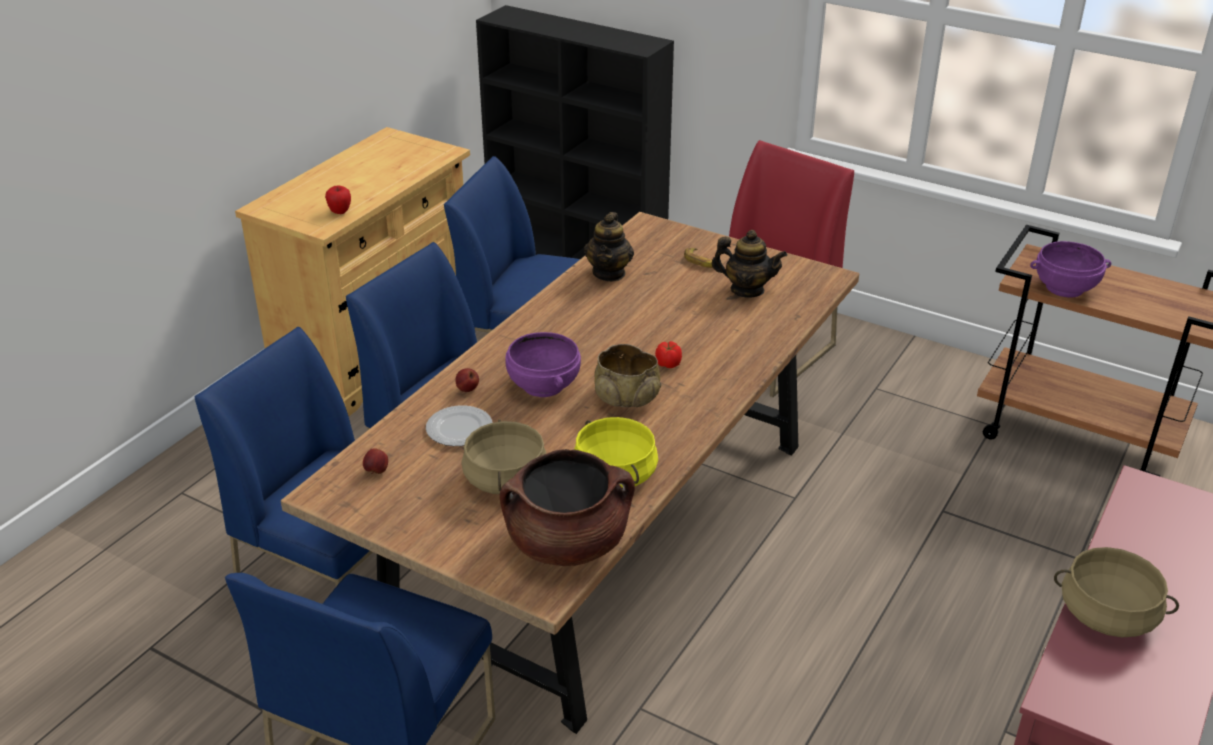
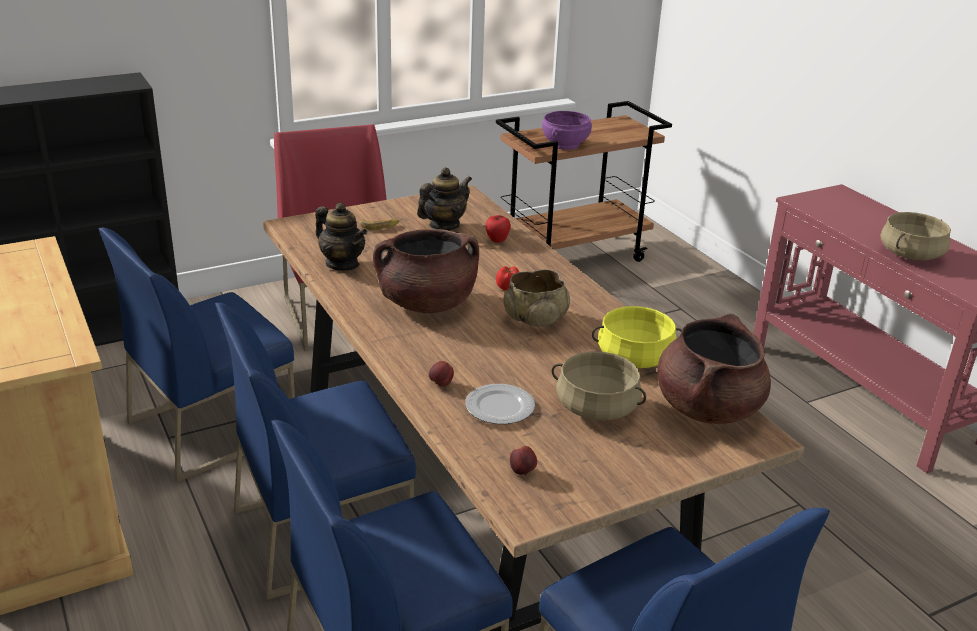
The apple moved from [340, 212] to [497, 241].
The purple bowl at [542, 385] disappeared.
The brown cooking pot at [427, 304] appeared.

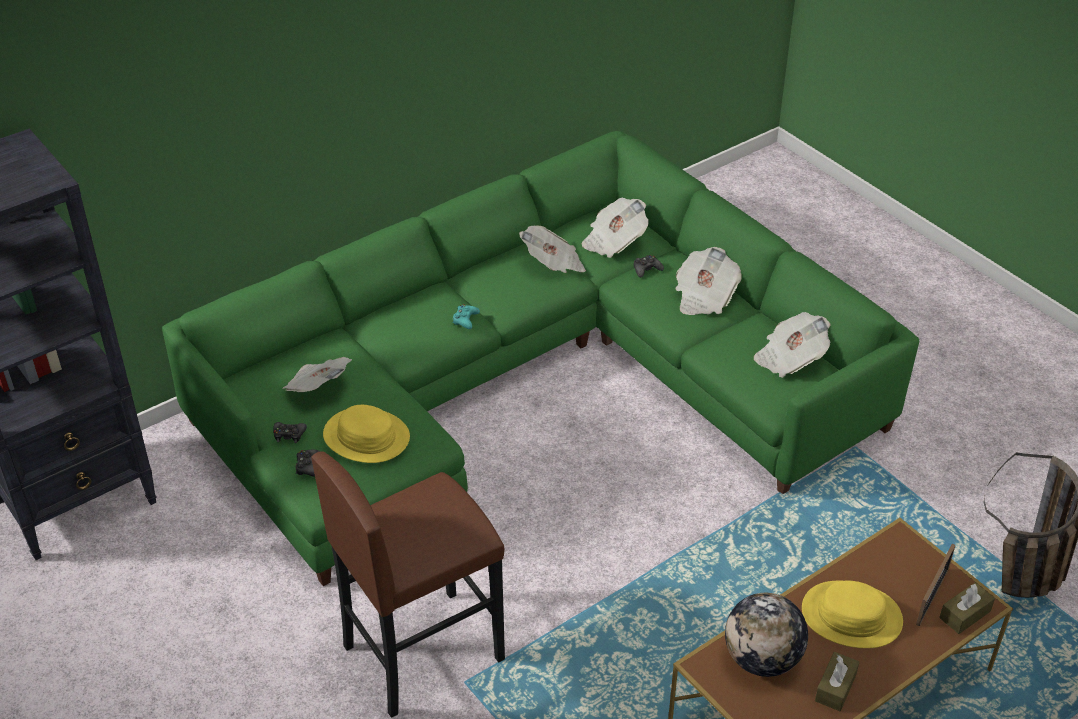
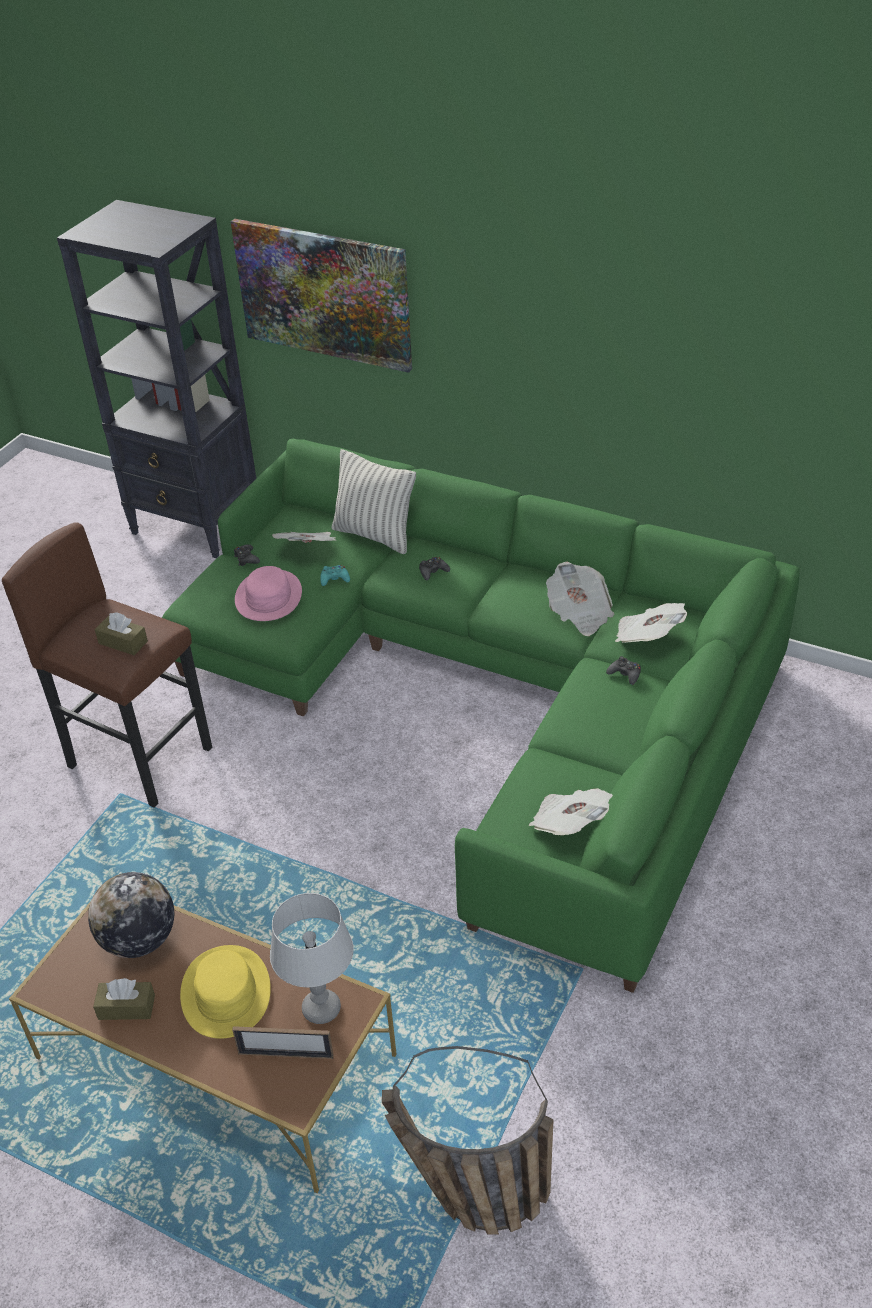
The newspaper at [704, 297] disappeared.
The turquoise game controller moved from [465, 320] to [334, 579].
The yellow hat at [366, 437] became the pink hat at [268, 597].
The black game controller moved from [308, 466] to [433, 571].
The brown tissue box moved from [965, 614] to [123, 642].
The picture at [324, 294] appeared.
The pillow at [375, 535] appeared.
The grey table lamp at [322, 1008] appeared.

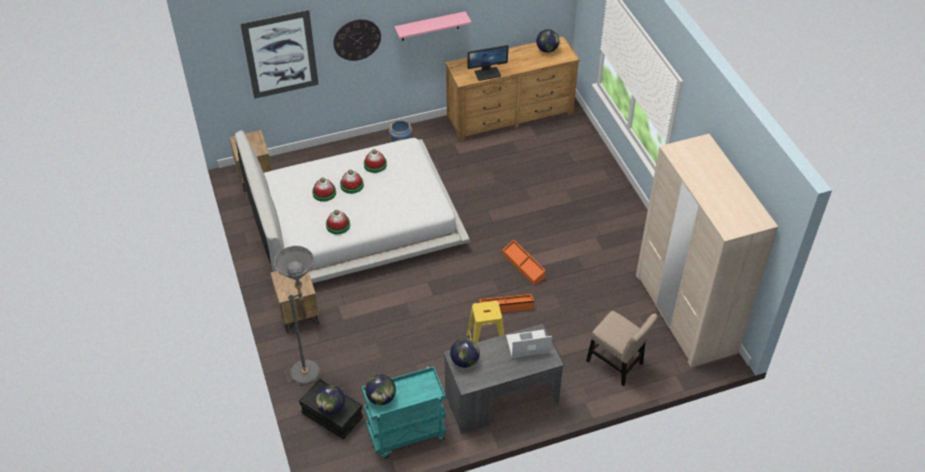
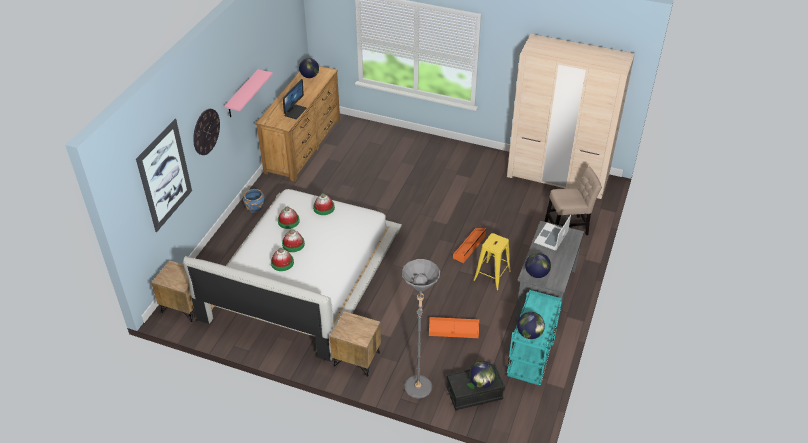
The hat moved from [338, 225] to [324, 208].
The orange storage box moved from [523, 266] to [453, 331].

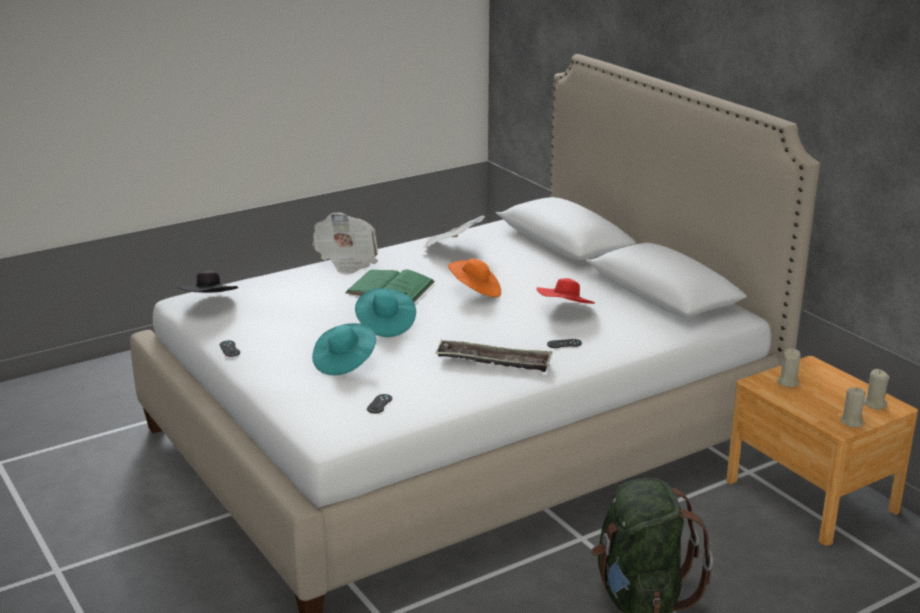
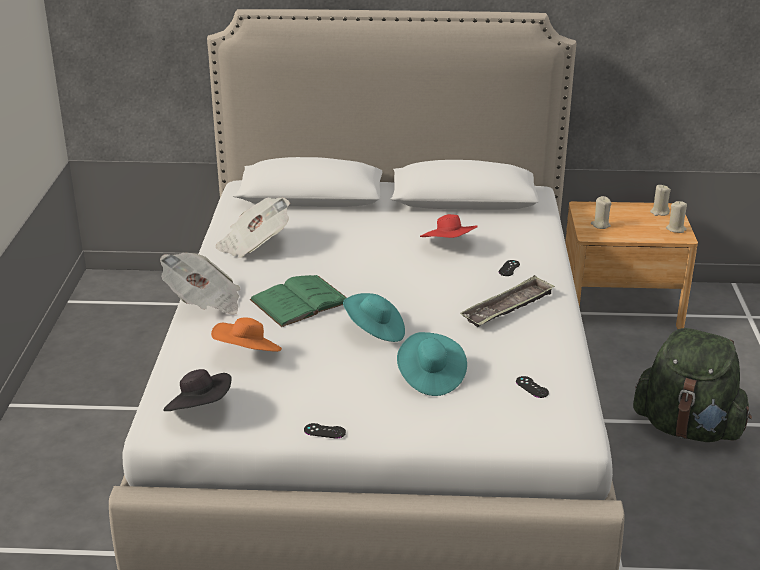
The orange hat moved from [475, 291] to [248, 354].

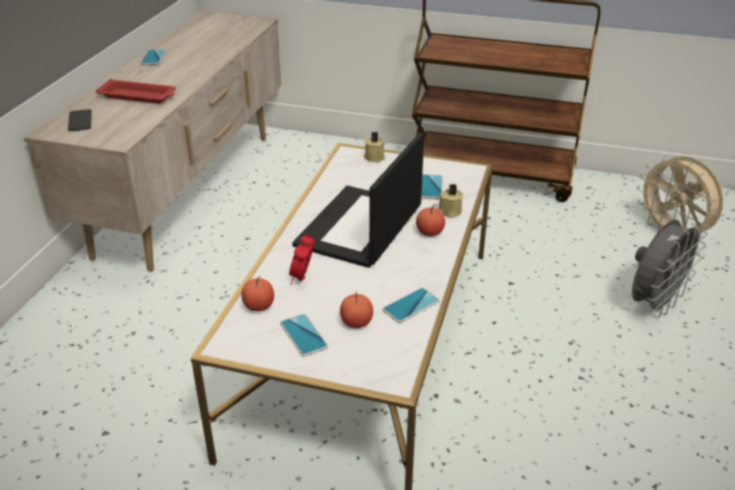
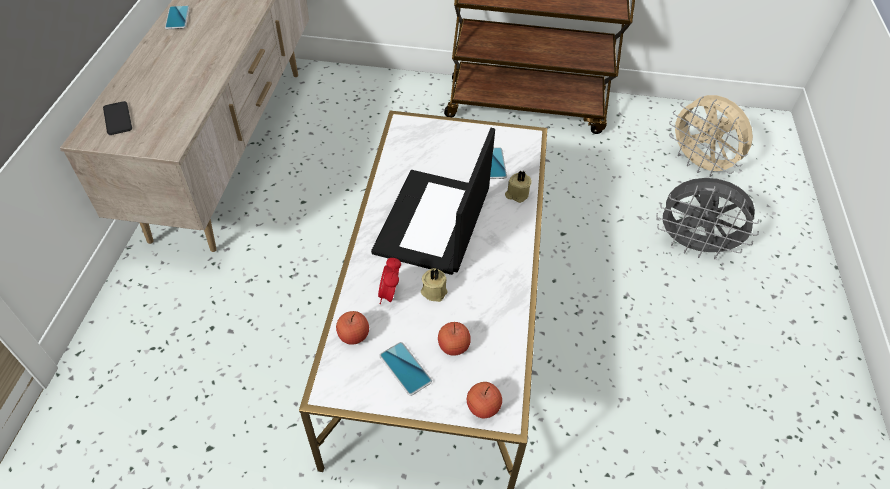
The red tray at [138, 96] disappeared.
The beige candle moved from [374, 157] to [434, 290].
The apple moved from [429, 232] to [483, 407].
The grey fan at [654, 304] turned 75 degrees clockwise.
The phone at [411, 306] disappeared.

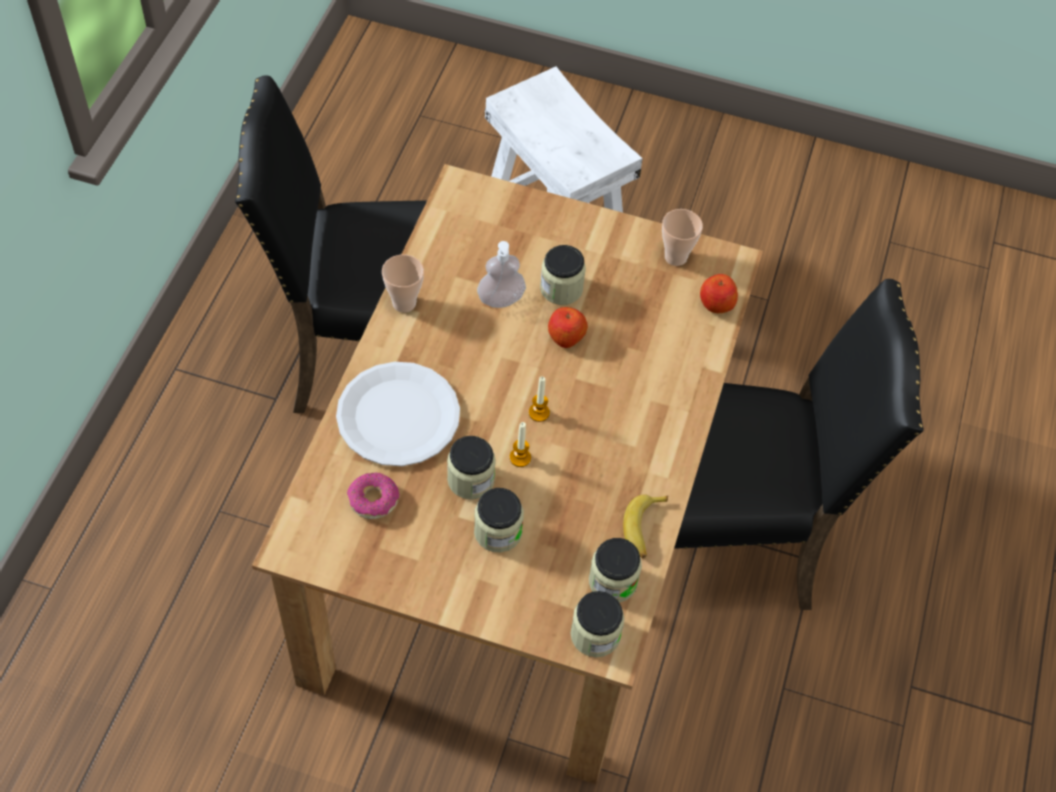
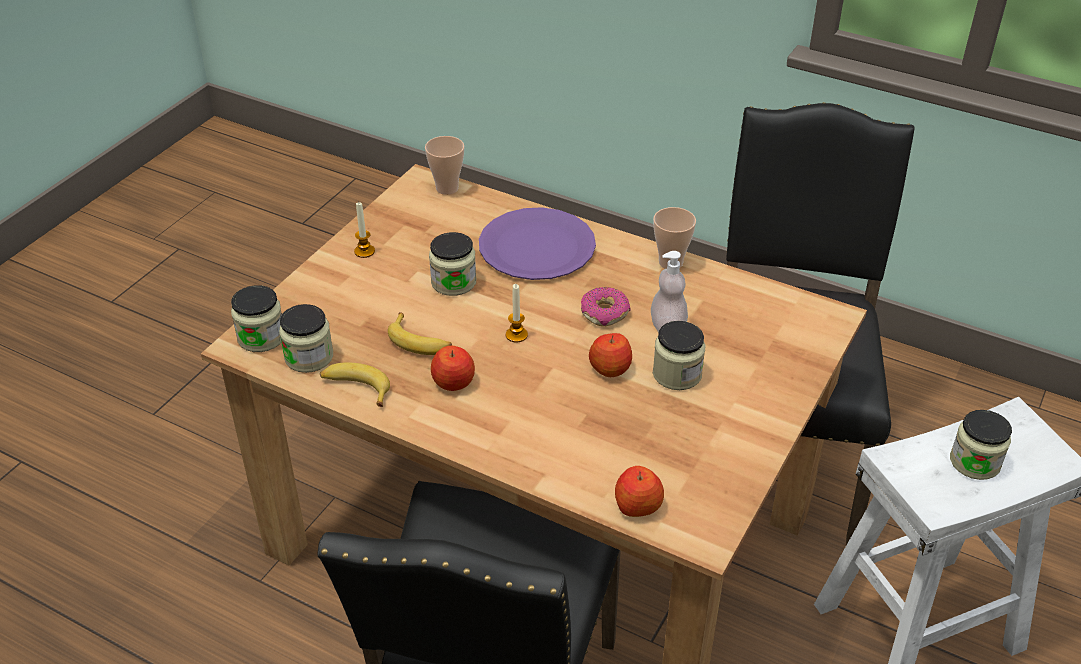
The cup moved from [675, 257] to [447, 188].
The white plate at [398, 415] became the purple plate at [537, 247].
The candle moved from [520, 457] to [364, 251].
The donut moved from [373, 500] to [605, 313].
The jar moved from [498, 532] to [975, 462].
The banana at [420, 341] appeared.
The apple at [454, 382] appeared.

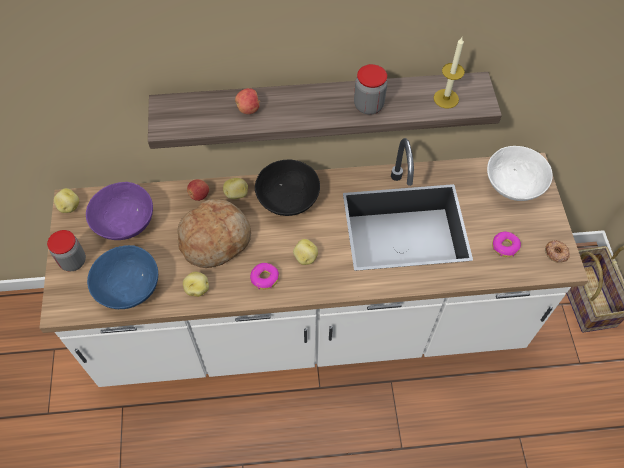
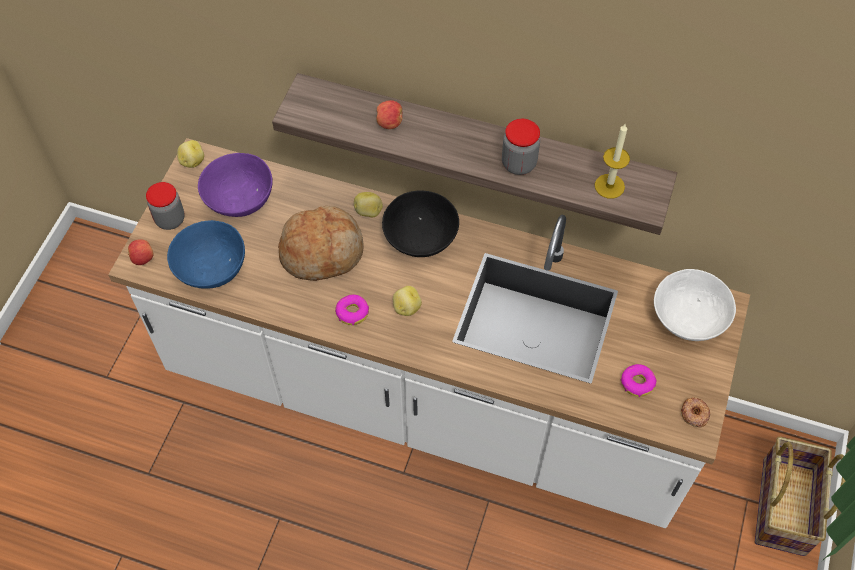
The apple moved from [199, 195] to [142, 258].
The potato at [197, 288] disappeared.

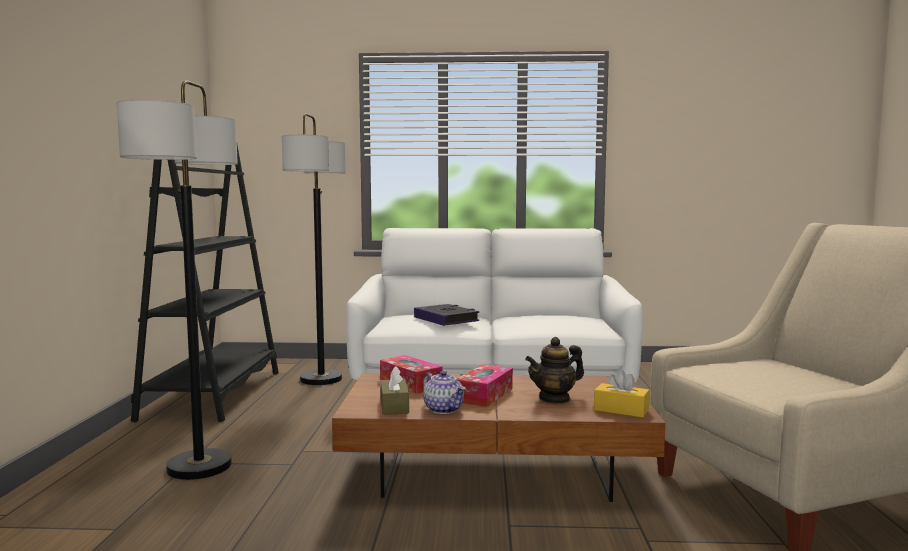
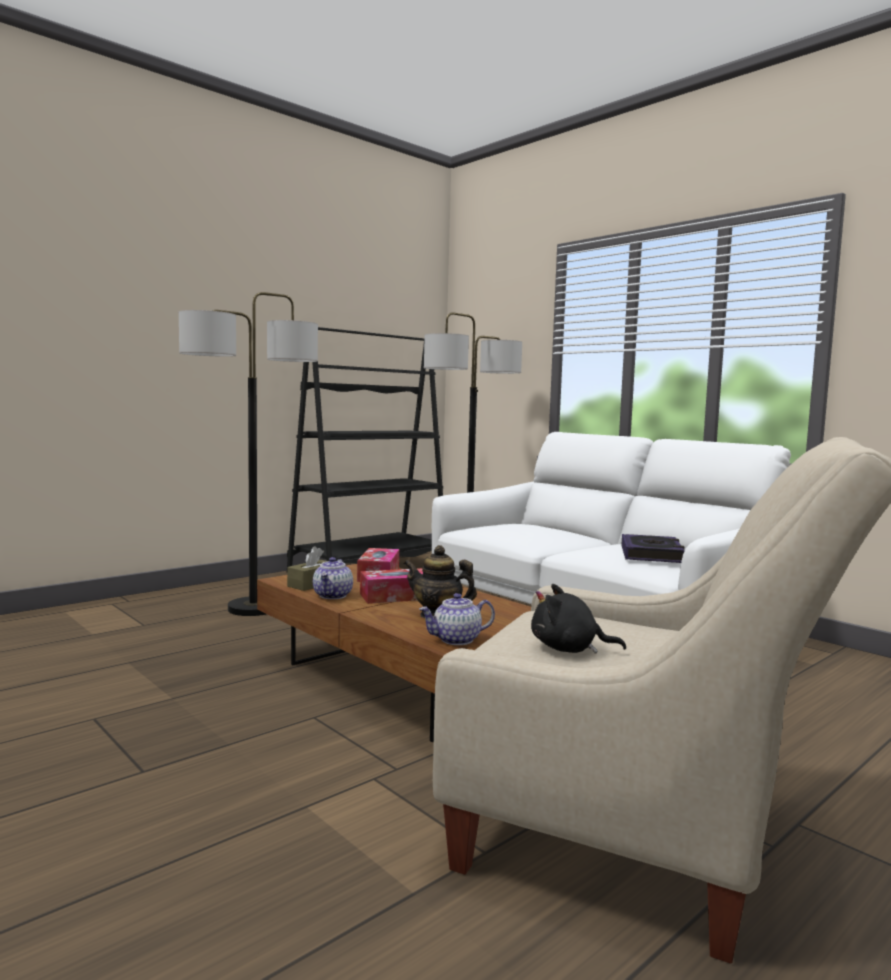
The book moved from [446, 319] to [651, 555].
The yellow tissue box at [621, 410] was replaced by the teapot at [456, 640].
The black plush toy at [569, 649] appeared.

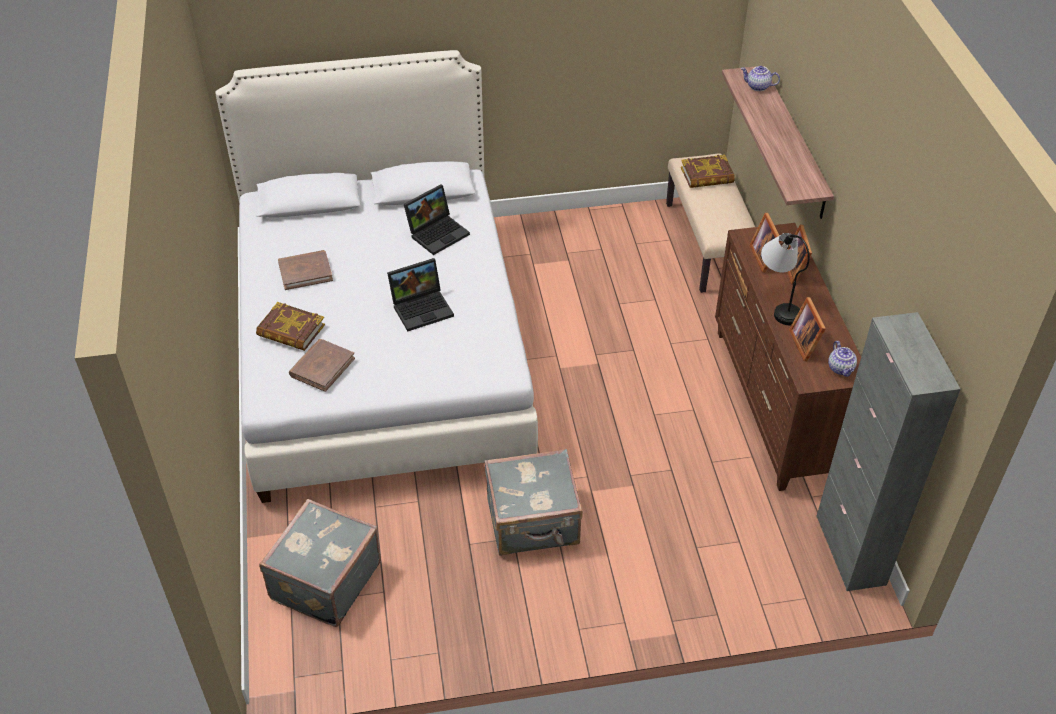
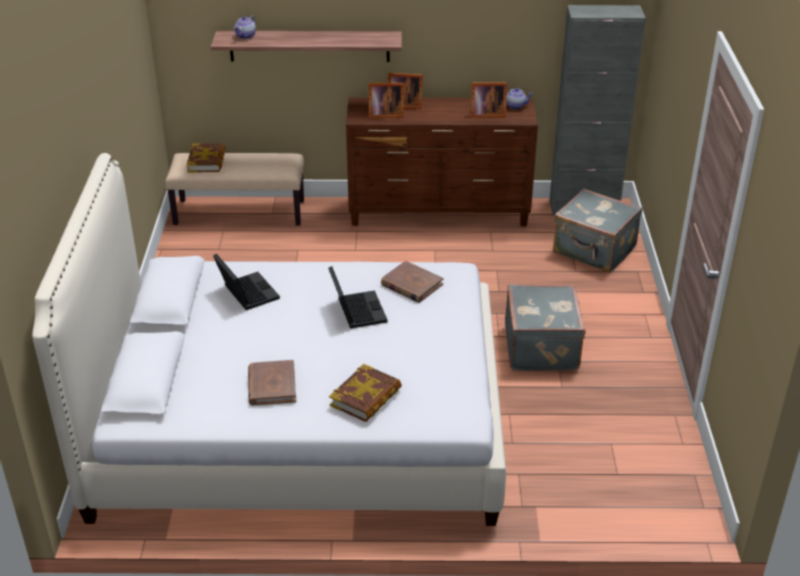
The table lamp at [778, 303] disappeared.
The brown book moved from [322, 367] to [411, 285].
The grey suitcase moved from [323, 581] to [594, 251].

